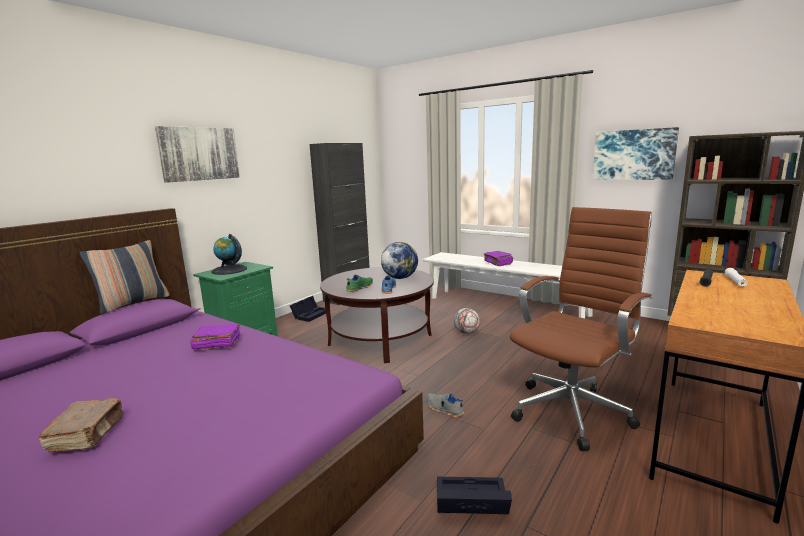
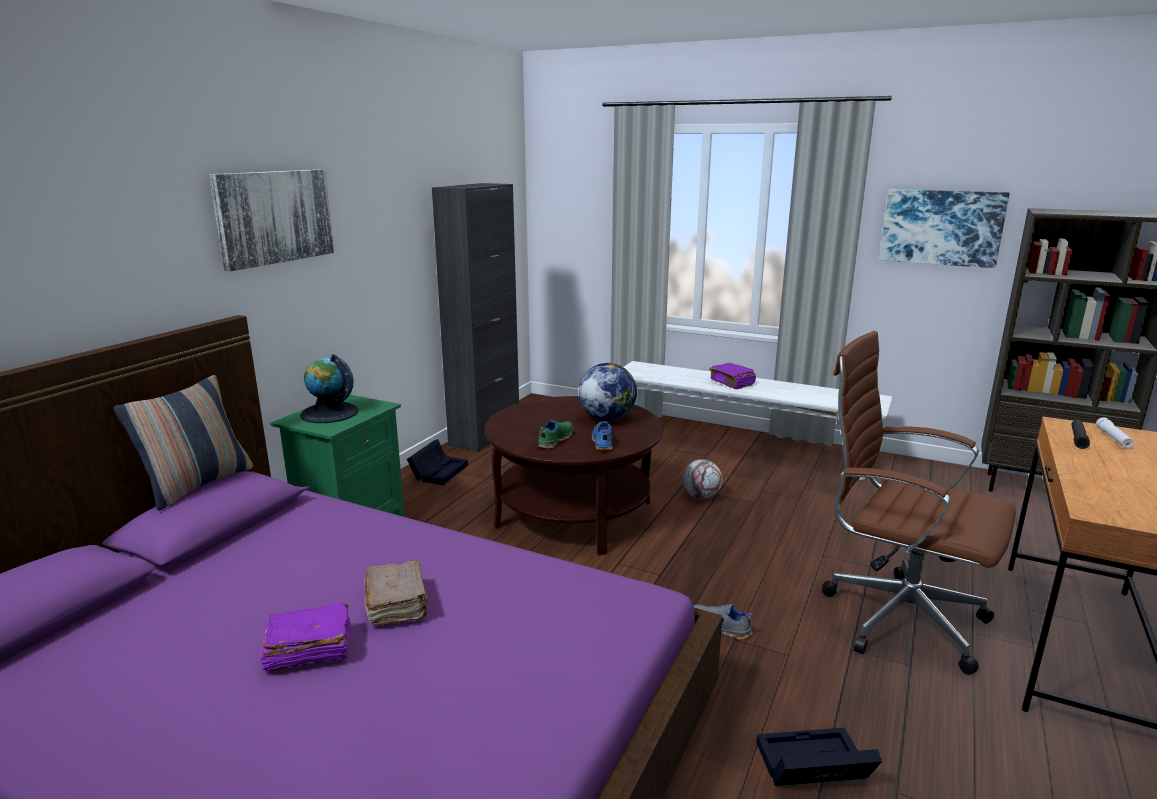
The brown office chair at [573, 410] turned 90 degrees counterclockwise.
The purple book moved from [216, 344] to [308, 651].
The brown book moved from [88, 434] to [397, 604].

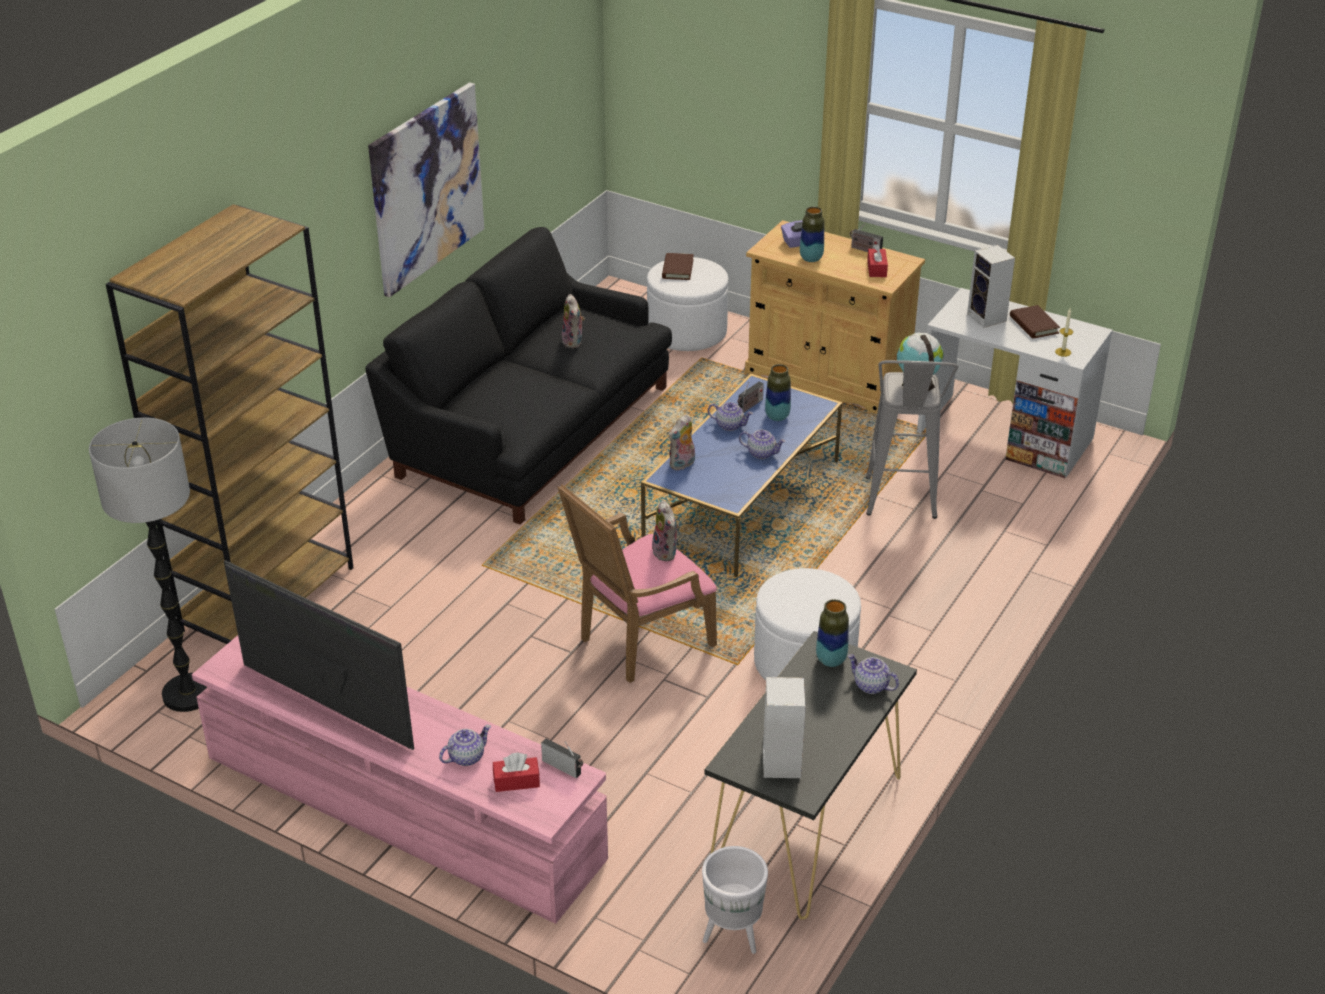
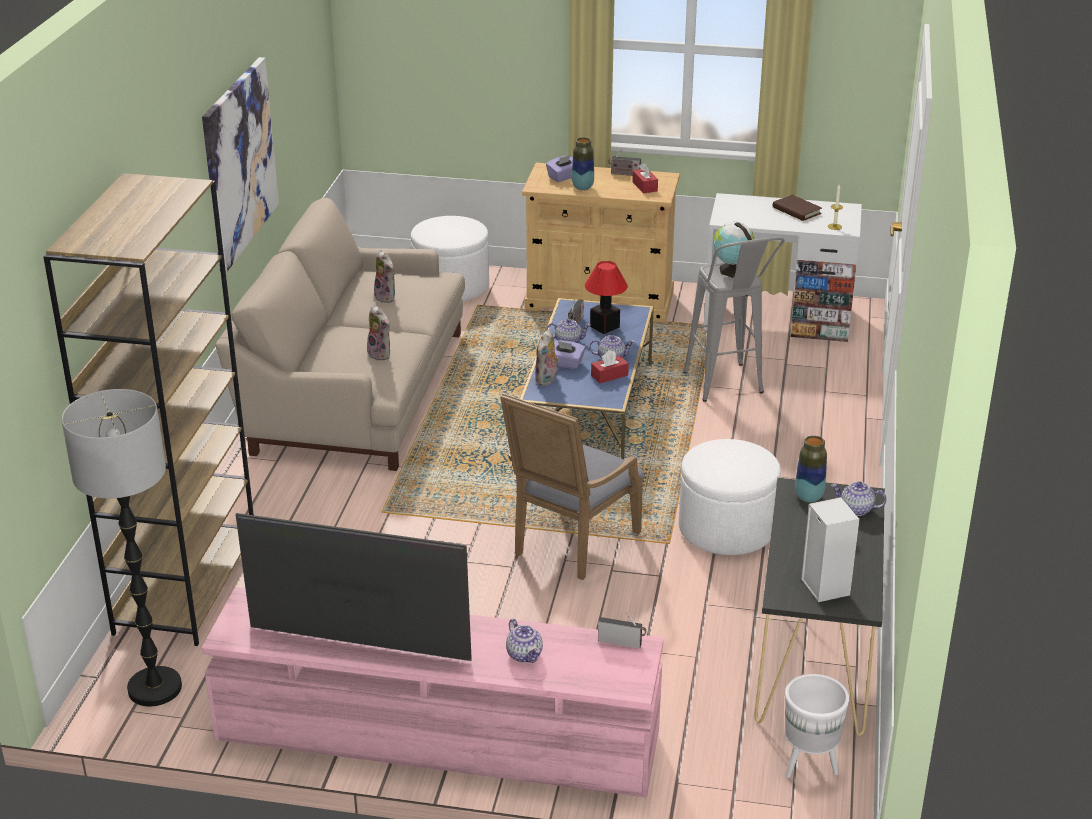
The black sofa at [528, 428] became the beige sofa at [353, 390].
The speaker at [988, 318] disappeared.
The brown book at [677, 269] disappeared.
The vase at [777, 417] was replaced by the table lamp at [605, 327].
The pink armchair at [638, 643] became the grey armchair at [569, 545].
The plush toy moved from [667, 552] to [381, 354].
The teapot at [466, 757] turned 120 degrees clockwise.
The red tissue box moved from [516, 781] to [609, 375].
The purple tissue box at [565, 363] appeared.

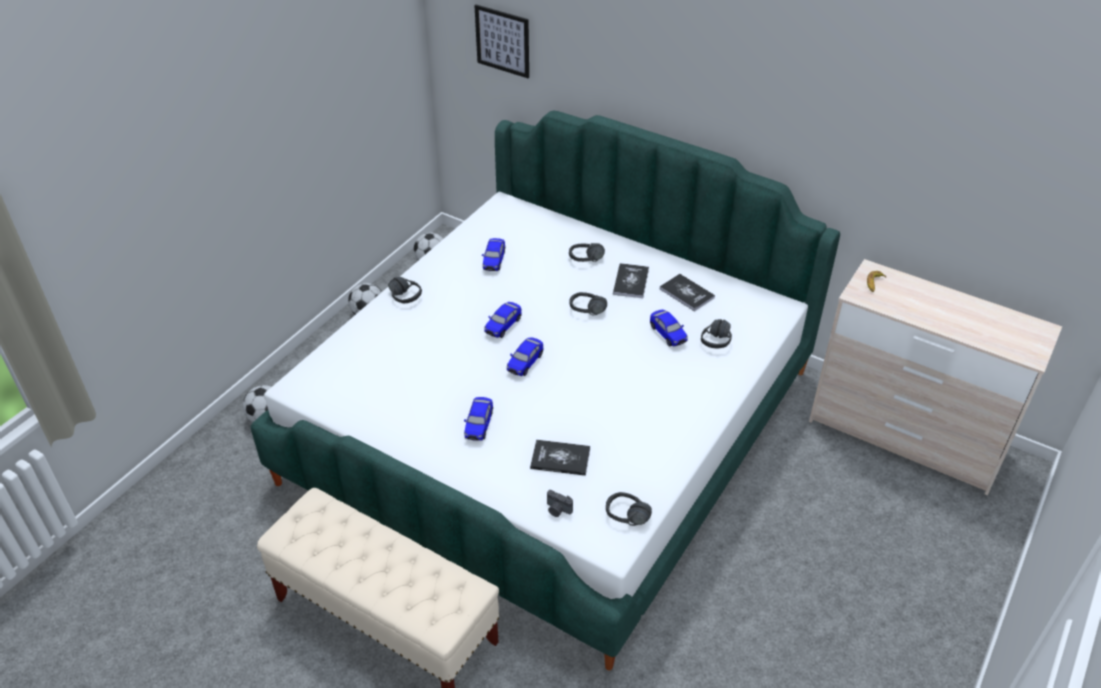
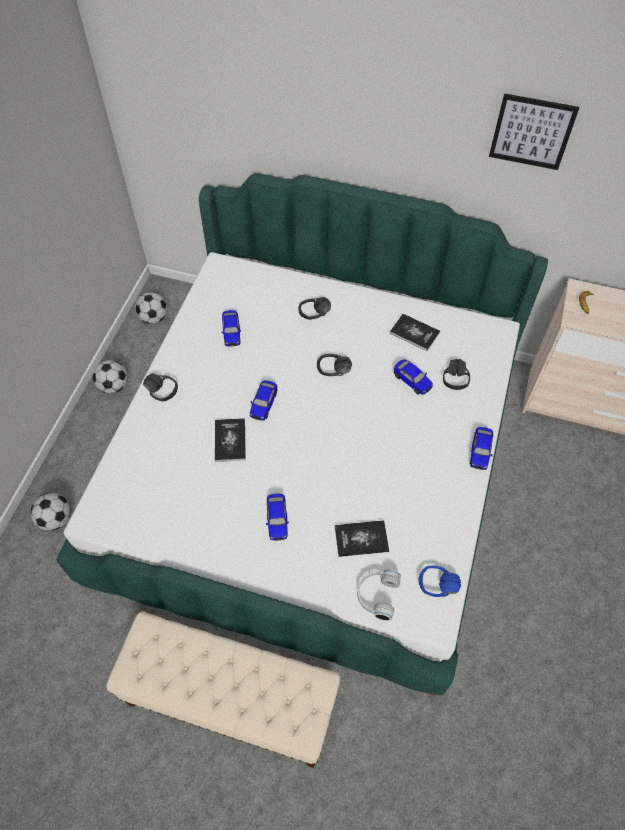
The picture moved from [502, 41] to [532, 132].
The book moved from [631, 281] to [230, 440].
The toy car moved from [525, 363] to [480, 452].
The photo camera at [557, 510] was replaced by the white headphones at [376, 595].
The black headphones at [625, 520] became the blue headphones at [437, 591].

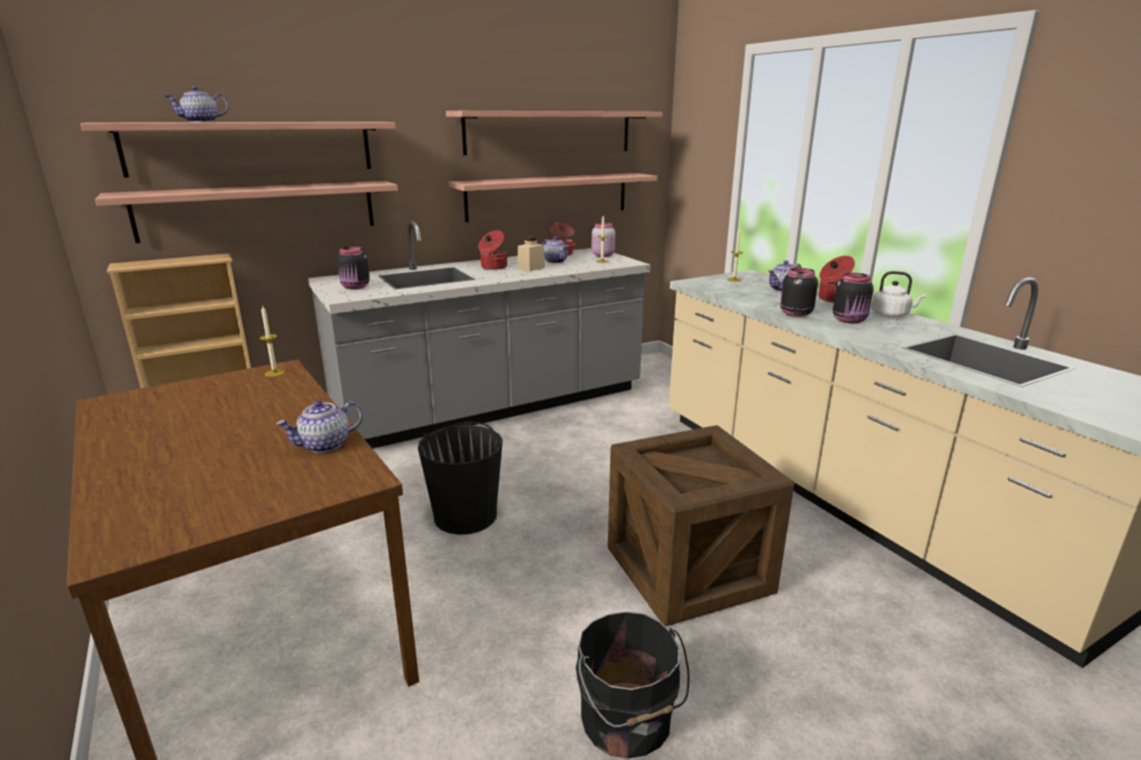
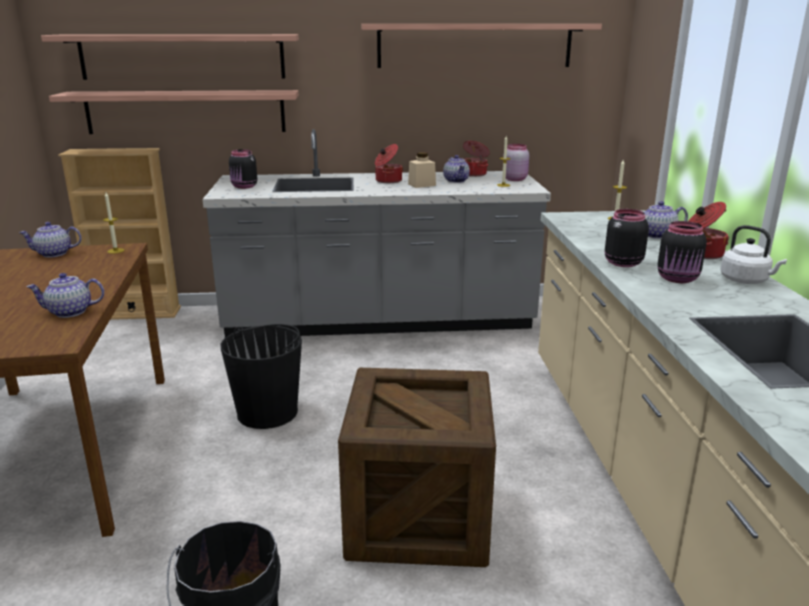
The teapot moved from [201, 122] to [53, 254].
The shelf at [548, 196] disappeared.

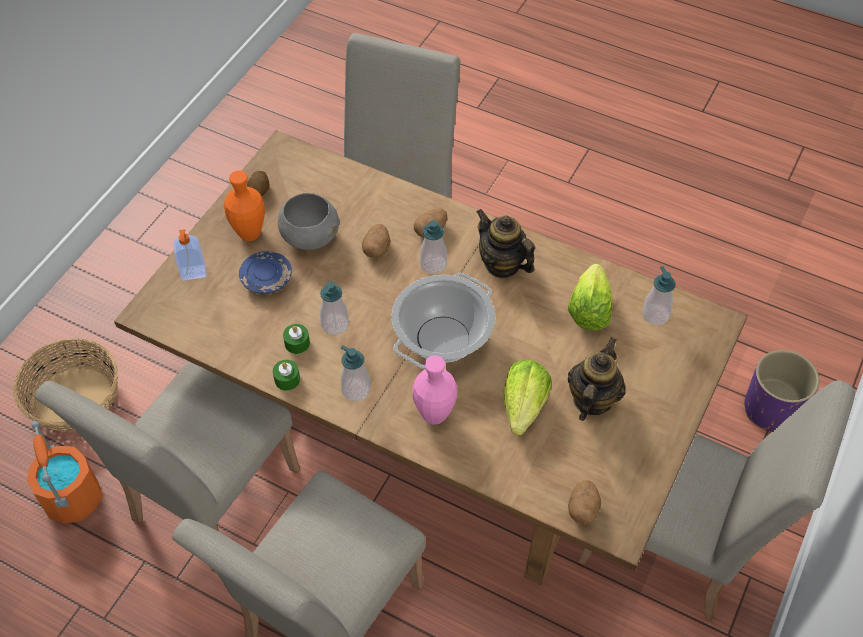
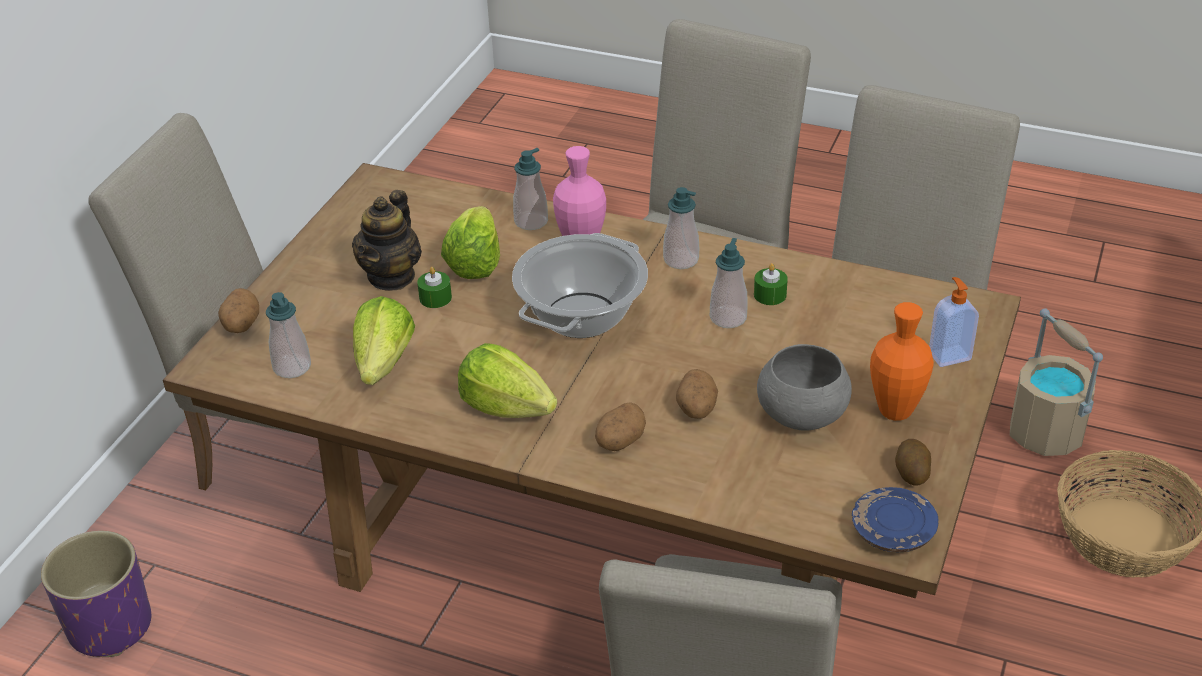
The teapot at [502, 264] was replaced by the lettuce at [506, 407].
The soap dispenser moved from [433, 264] to [531, 221].
The blue plate moved from [267, 279] to [893, 531].
The green candle moved from [287, 379] to [435, 298].
The orange bucket at [72, 498] became the beige bucket at [1046, 434].
The potato moved from [583, 508] to [241, 325].

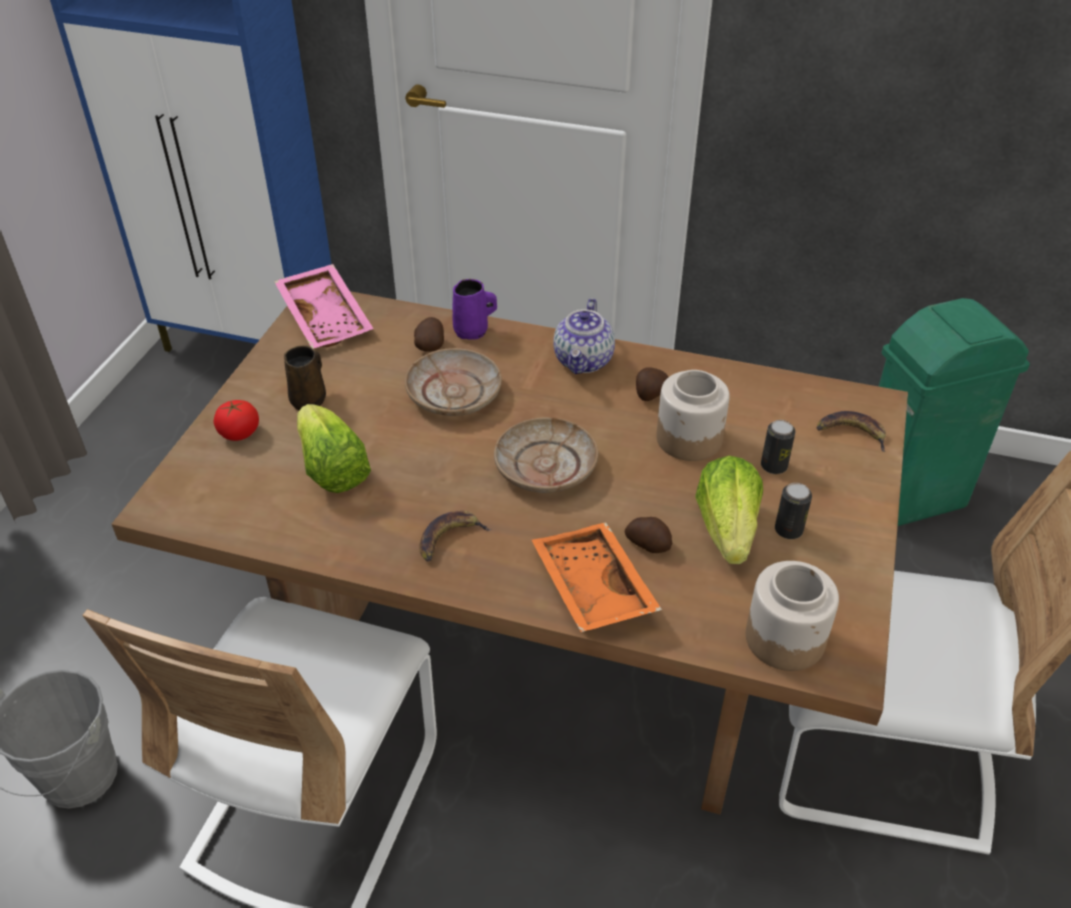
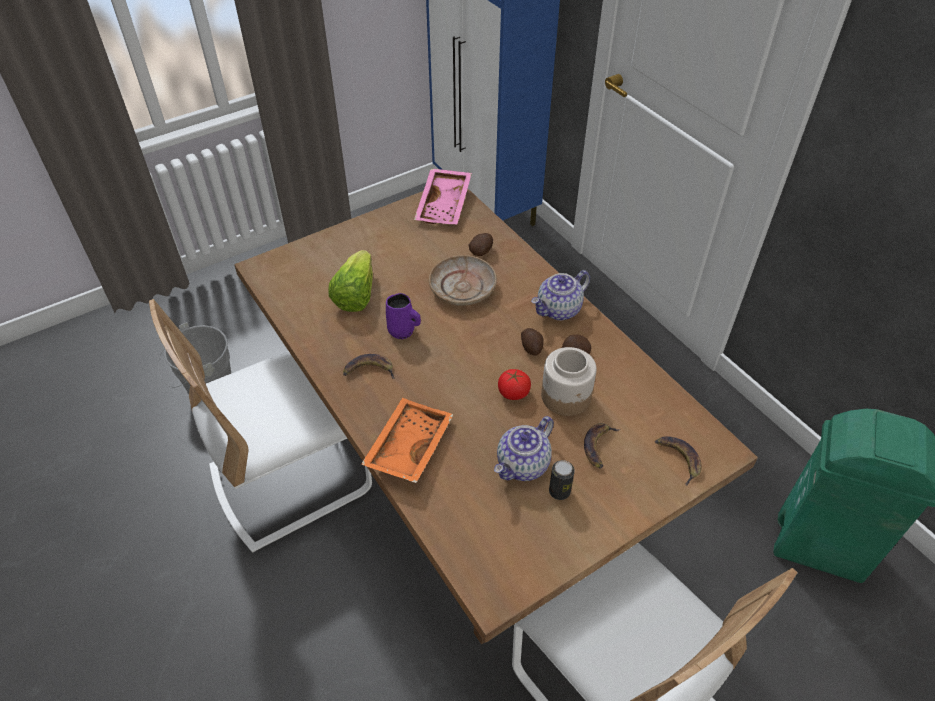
The purple mug moved from [473, 331] to [403, 331].
The brown mug at [309, 399] disappeared.
The tomato moved from [240, 433] to [513, 393].
The beige plate at [545, 467] disappeared.
The can at [773, 466] was replaced by the banana at [599, 446].
The lettuce at [727, 529] was replaced by the teapot at [523, 465].
The potato moved from [648, 543] to [531, 347].
The jar at [785, 638] disappeared.

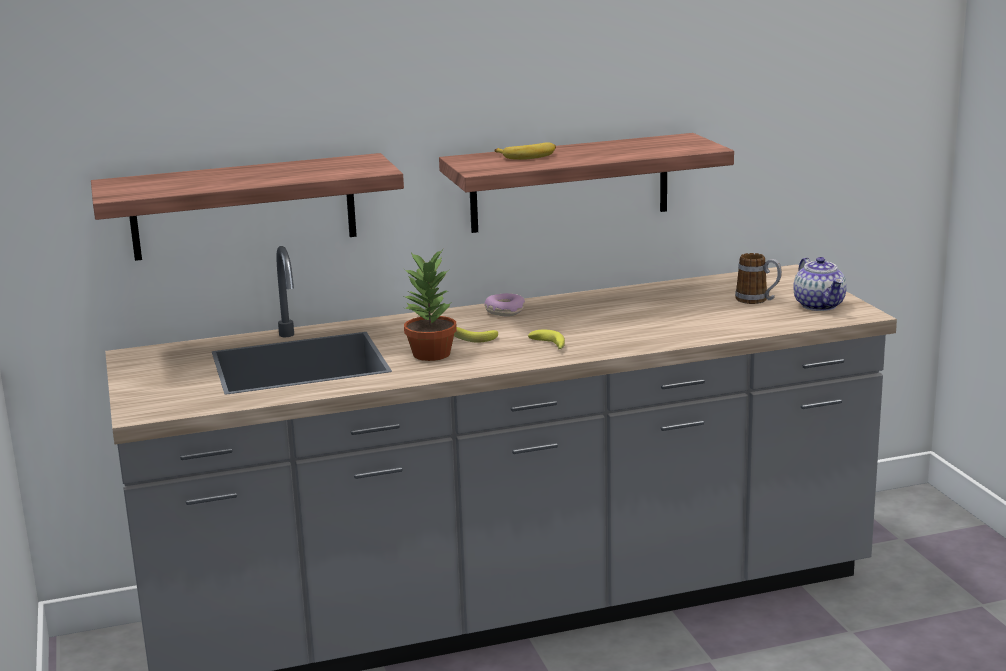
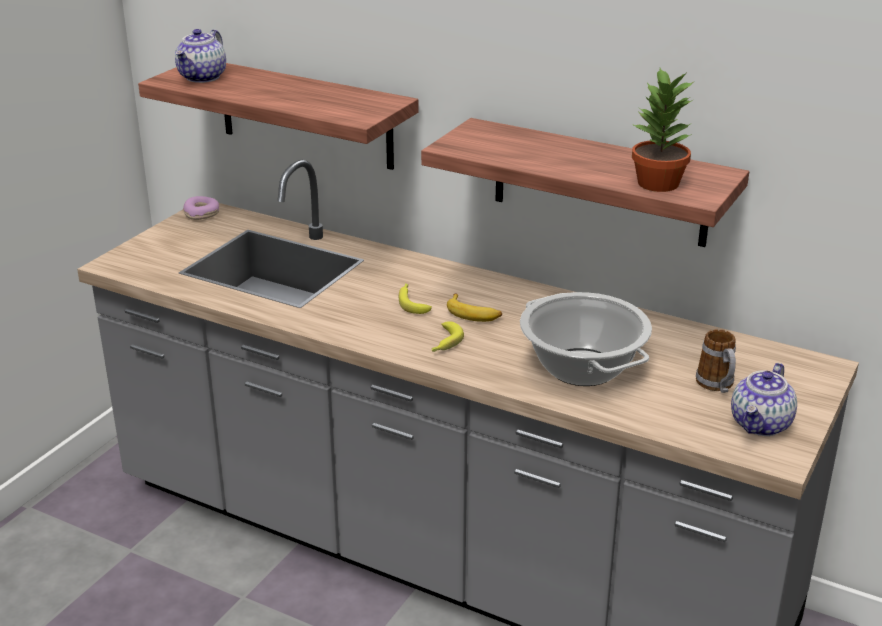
The banana moved from [528, 156] to [473, 314].
The potted plant moved from [432, 354] to [658, 184].
The donut moved from [504, 311] to [202, 214].
The teapot at [203, 77] appeared.
The cooking pot at [581, 367] appeared.

